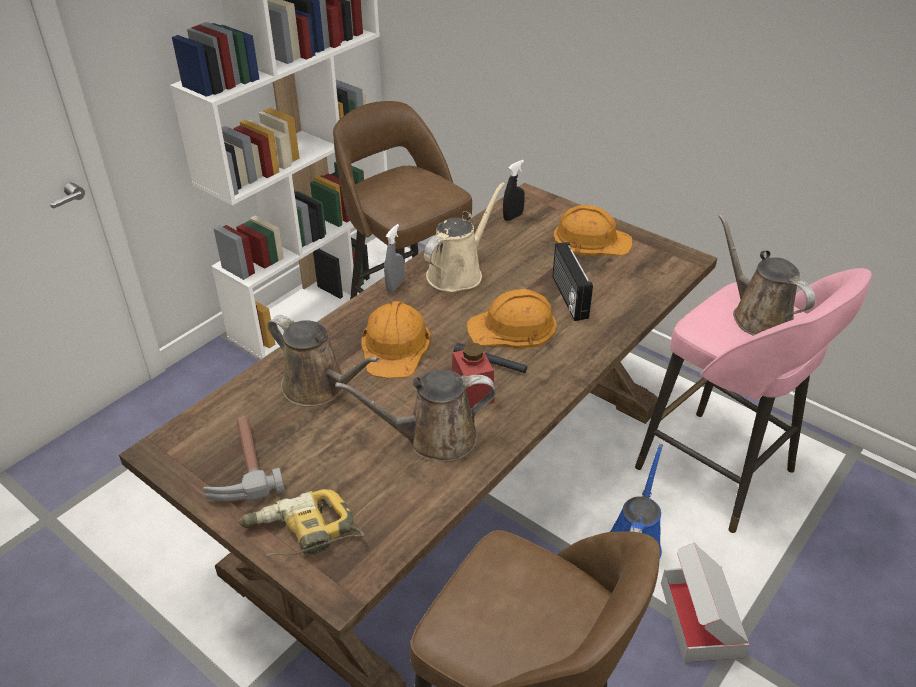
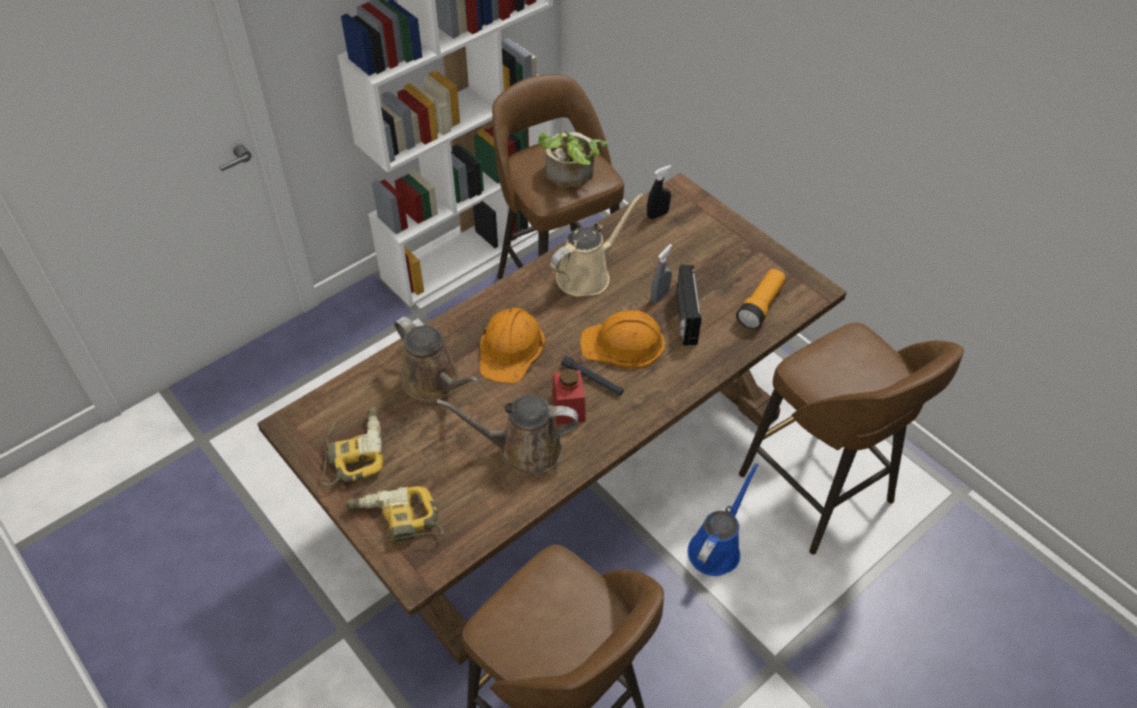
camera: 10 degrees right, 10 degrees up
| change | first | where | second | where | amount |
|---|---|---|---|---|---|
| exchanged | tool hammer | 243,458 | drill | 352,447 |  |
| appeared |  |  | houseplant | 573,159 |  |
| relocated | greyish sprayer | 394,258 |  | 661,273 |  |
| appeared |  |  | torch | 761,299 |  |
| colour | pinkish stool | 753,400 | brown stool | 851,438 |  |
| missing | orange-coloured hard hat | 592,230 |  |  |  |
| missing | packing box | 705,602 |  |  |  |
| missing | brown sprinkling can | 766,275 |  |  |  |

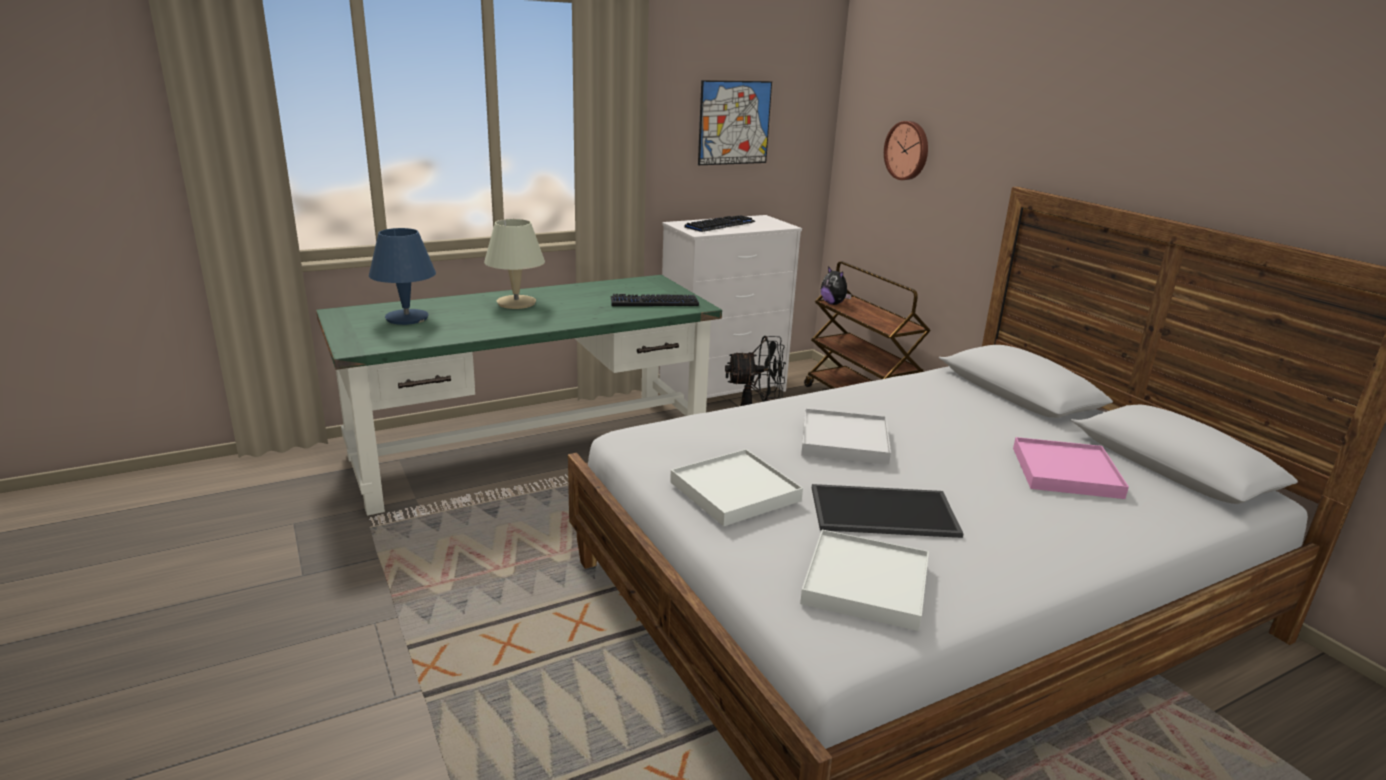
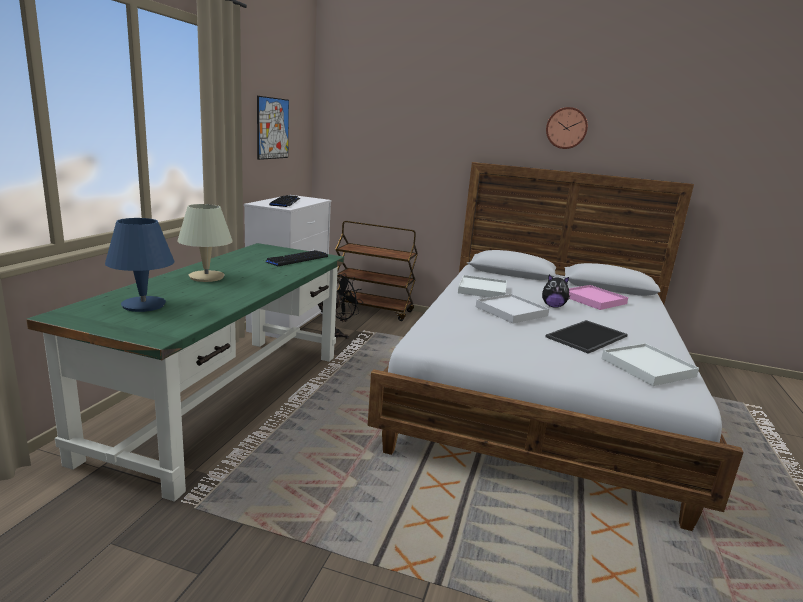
camera: 45 degrees left, 5 degrees down
| change | first | where | second | where | amount |
|---|---|---|---|---|---|
| relocated | white-coloured serving tray | 736,487 |  | 482,286 |  |
| relocated | plush toy | 836,285 |  | 556,291 |  |
| relocated | wall clock | 906,150 |  | 567,128 |  |

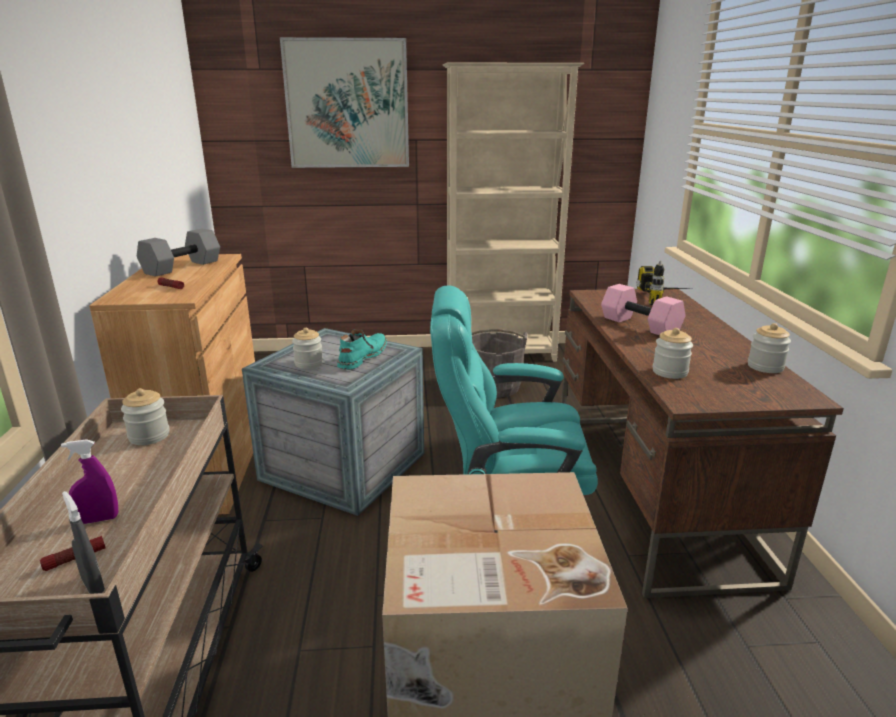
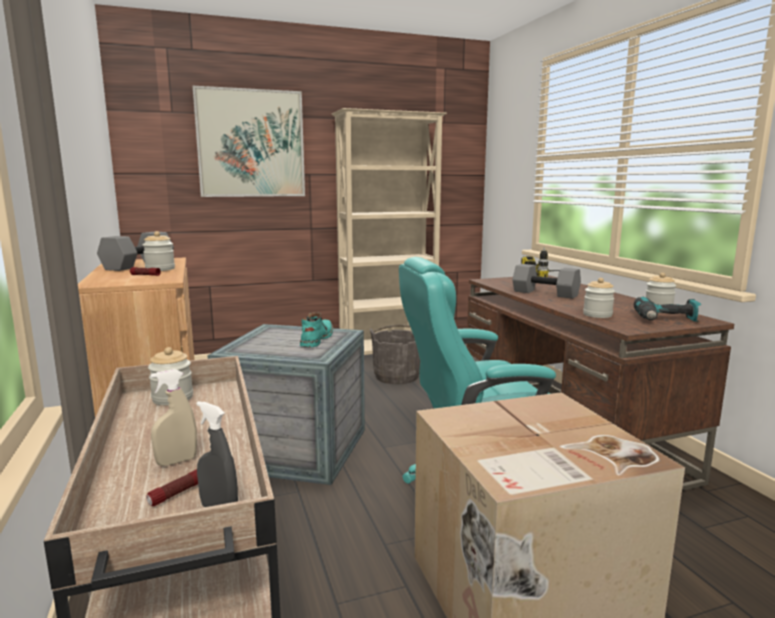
camera: 15 degrees left, 10 degrees down
| change | first | where | second | where | amount |
|---|---|---|---|---|---|
| relocated | jar | 307,348 |  | 159,251 |  |
| colour | purple sprayer | 89,481 | sand-coloured sprayer | 174,417 |  |
| colour | pinkish hand weight | 643,309 | greyish hand weight | 546,281 |  |
| appeared |  |  | drill | 667,309 |  |

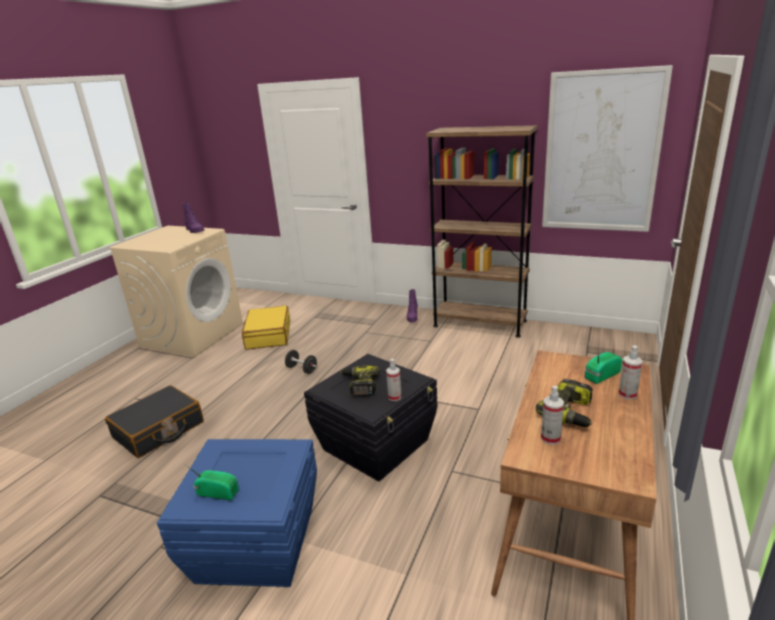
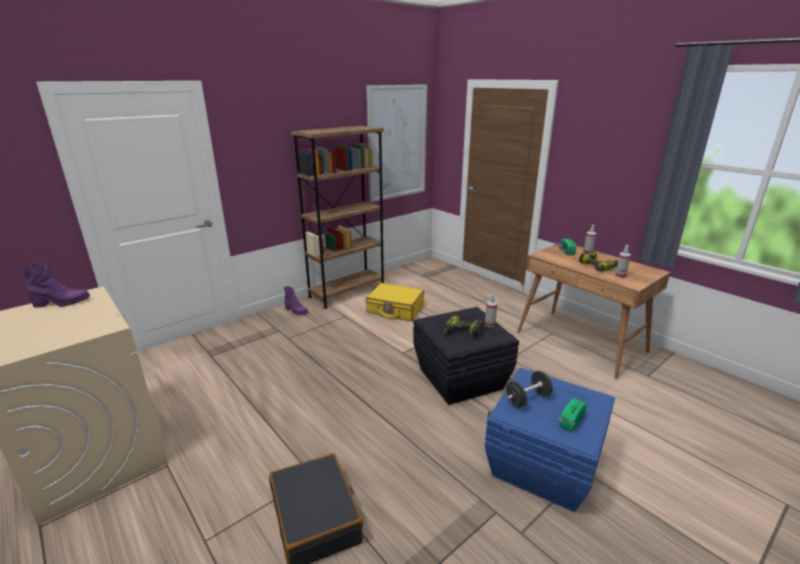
camera: 65 degrees left, 0 degrees up
| change | first | where | second | where | amount |
|---|---|---|---|---|---|
| relocated | yellow-coloured suitcase | 266,328 |  | 395,302 |  |
| relocated | black hand weight | 301,362 |  | 529,389 |  |

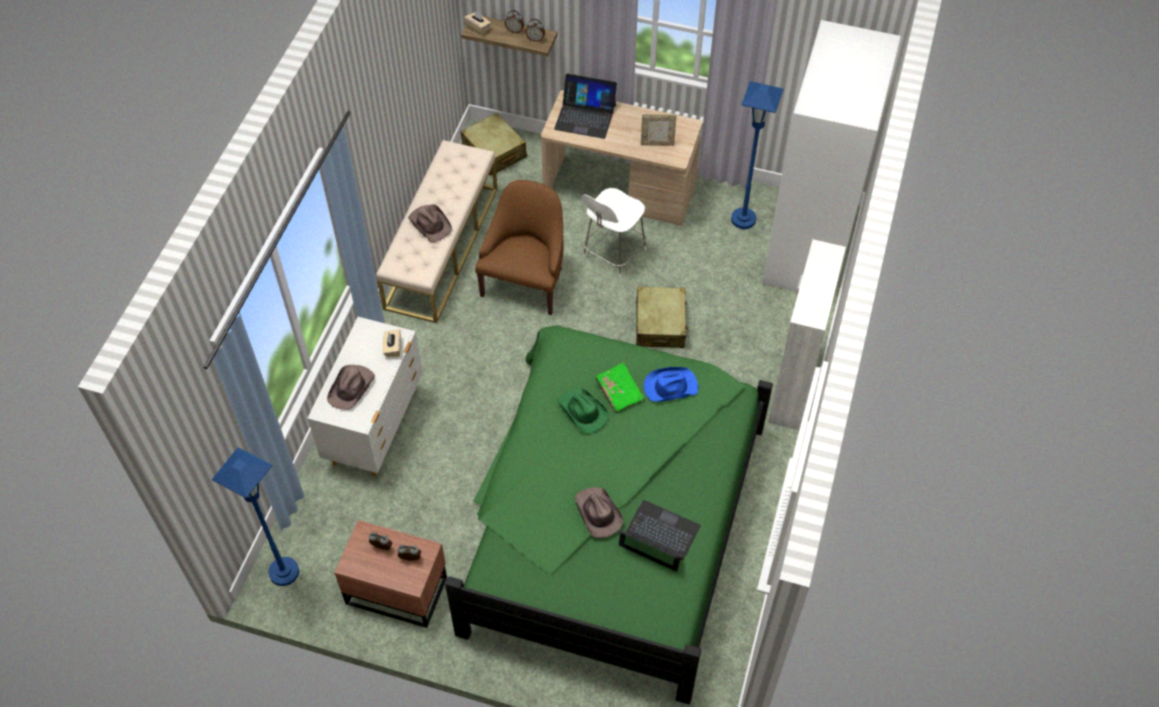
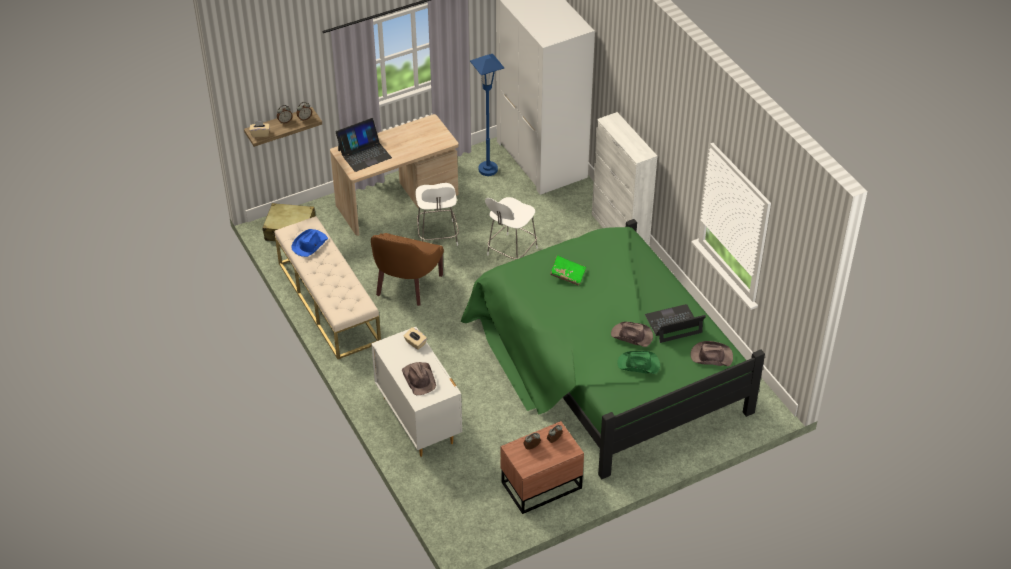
camera: 45 degrees left, 10 degrees down
| change | first | where | second | where | amount |
|---|---|---|---|---|---|
| relocated | blue-coloured wearable hat | 671,384 |  | 310,243 |  |
| spun | brown easy chair | 519,247 |  | 407,269 | 135 degrees counterclockwise |
| exchanged | sand-coloured suitcase | 662,317 | white-coloured stool | 511,228 |  |
| relocated | green wearable hat | 583,411 |  | 638,362 |  |
| relocated | brown wearable hat | 430,223 |  | 711,353 |  |
| missing | blue-coloured standard lamp | 255,516 |  |  |  |
| missing | photo frame | 659,130 |  |  |  |

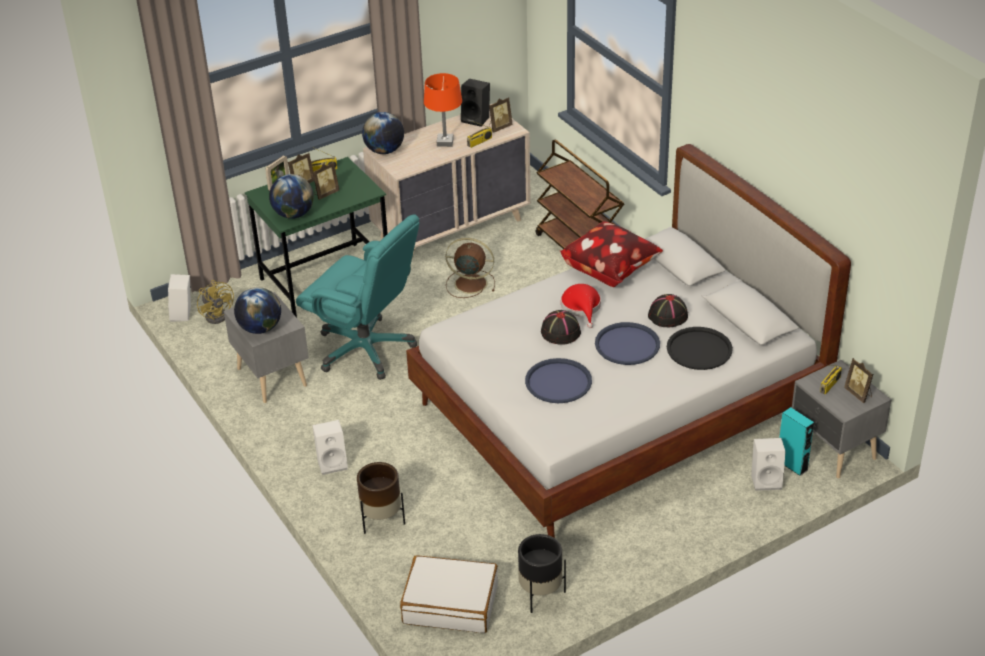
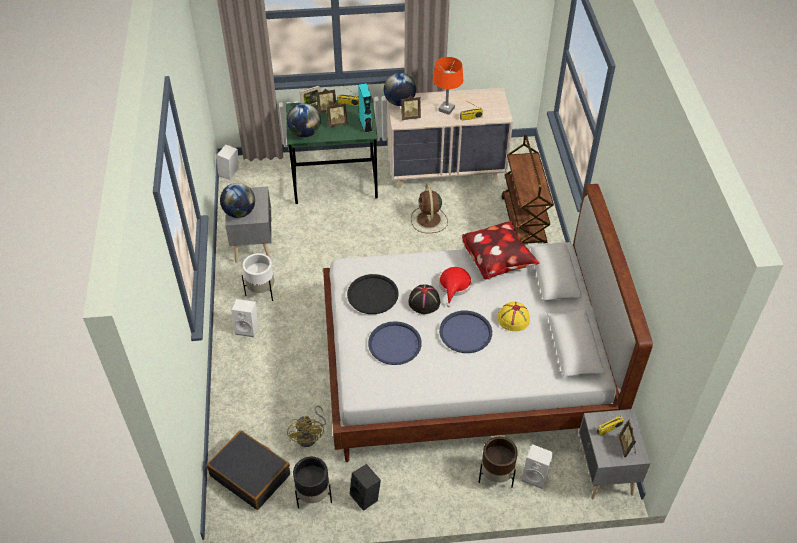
camera: 25 degrees right, 10 degrees up
| change | first | where | second | where | amount |
|---|---|---|---|---|---|
| colour | white-coloured suitcase | 449,594 | black suitcase | 248,470 |  |
| appeared |  |  | white-coloured plant pot | 258,277 |  |
| relocated | yellow-coloured cooling fan | 215,302 |  | 306,426 |  |
| relocated | black serving tray | 700,348 |  | 373,294 |  |
| relocated | black speaker | 475,103 |  | 365,487 |  |
| relocated | blue-green speaker | 796,441 |  | 365,108 |  |
| relocated | photo frame | 501,115 |  | 411,108 |  |
| spun | brown cooling fan | 470,268 |  | 429,208 | 135 degrees counterclockwise |
| relocated | brown plant pot | 381,498 |  | 498,462 |  |
| colour | black wearable hat | 668,310 | yellow-coloured wearable hat | 514,316 |  |
| missing | blue-green office chair | 357,297 |  |  |  |

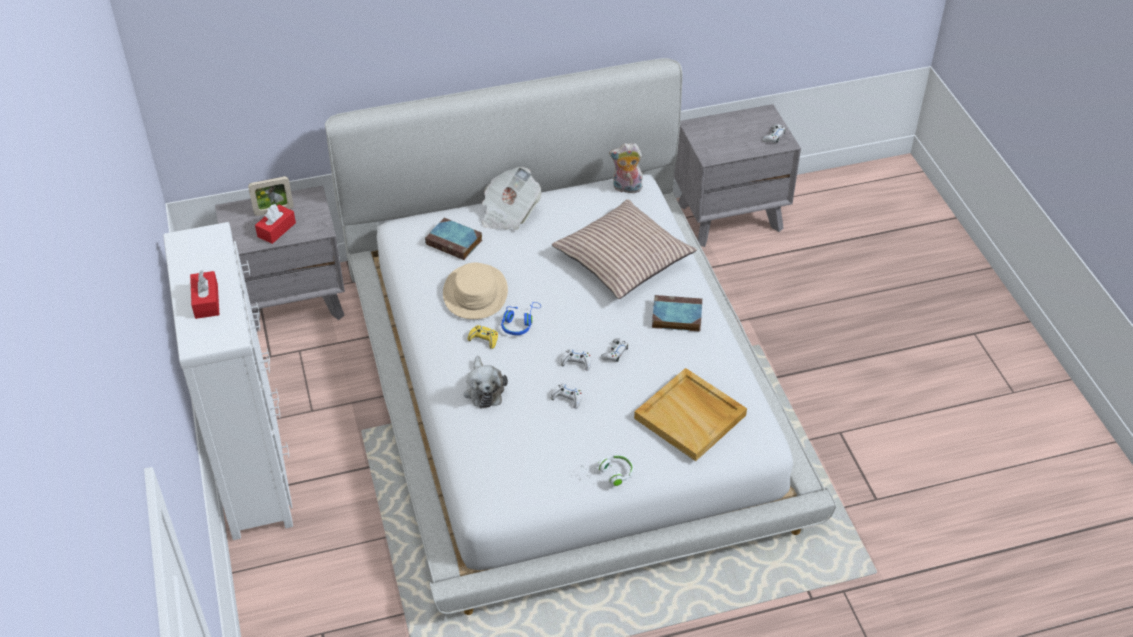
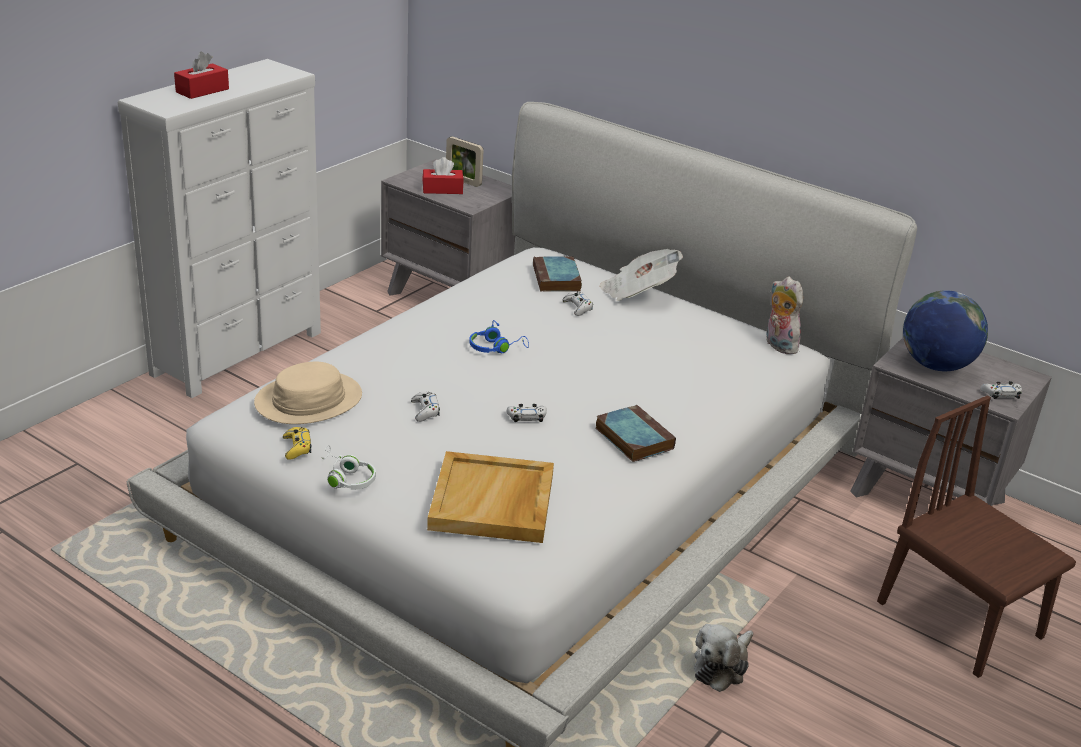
camera: 50 degrees right, 15 degrees down
| change | first | where | second | where | amount |
|---|---|---|---|---|---|
| relocated | sand-coloured wearable hat | 475,291 |  | 308,392 |  |
| relocated | yellow-coloured game controller | 483,337 |  | 297,443 |  |
| relocated | white-coloured game controller | 575,360 |  | 577,304 |  |
| relocated | plush toy | 486,382 |  | 723,658 |  |
| appeared |  |  | brown upright chair | 976,536 |  |
| appeared |  |  | globe | 945,330 |  |
| missing | throw pillow | 624,249 |  |  |  |

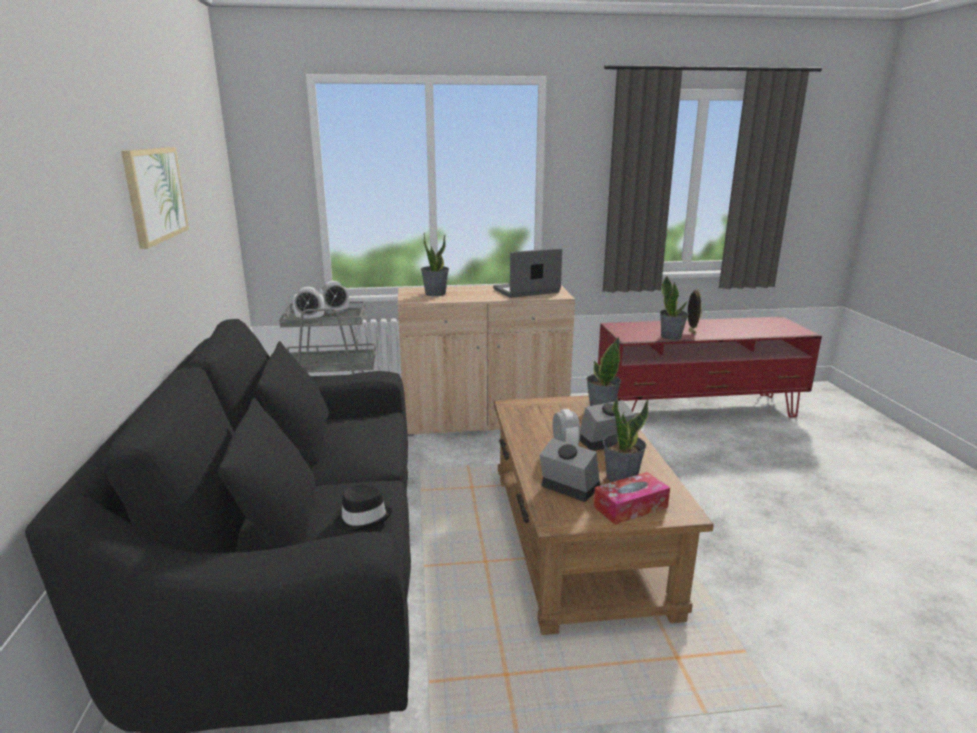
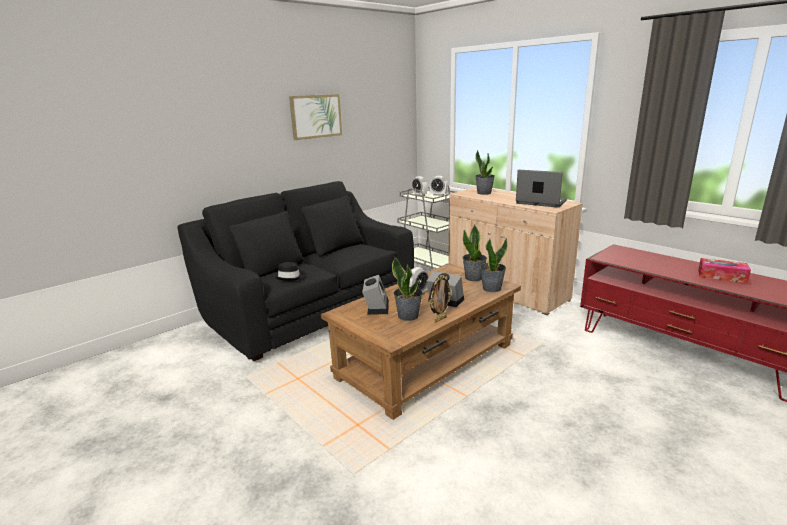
camera: 55 degrees right, 0 degrees up
| change | first | where | second | where | amount |
|---|---|---|---|---|---|
| relocated | photo frame | 695,312 |  | 440,299 |  |
| relocated | houseplant | 674,307 |  | 474,252 |  |
| relocated | box of tissues | 632,498 |  | 724,270 |  |

